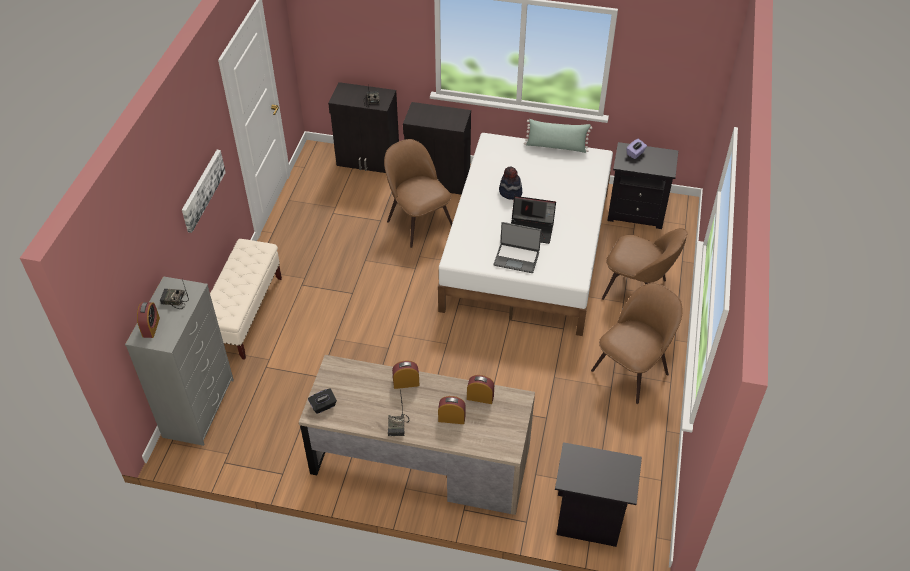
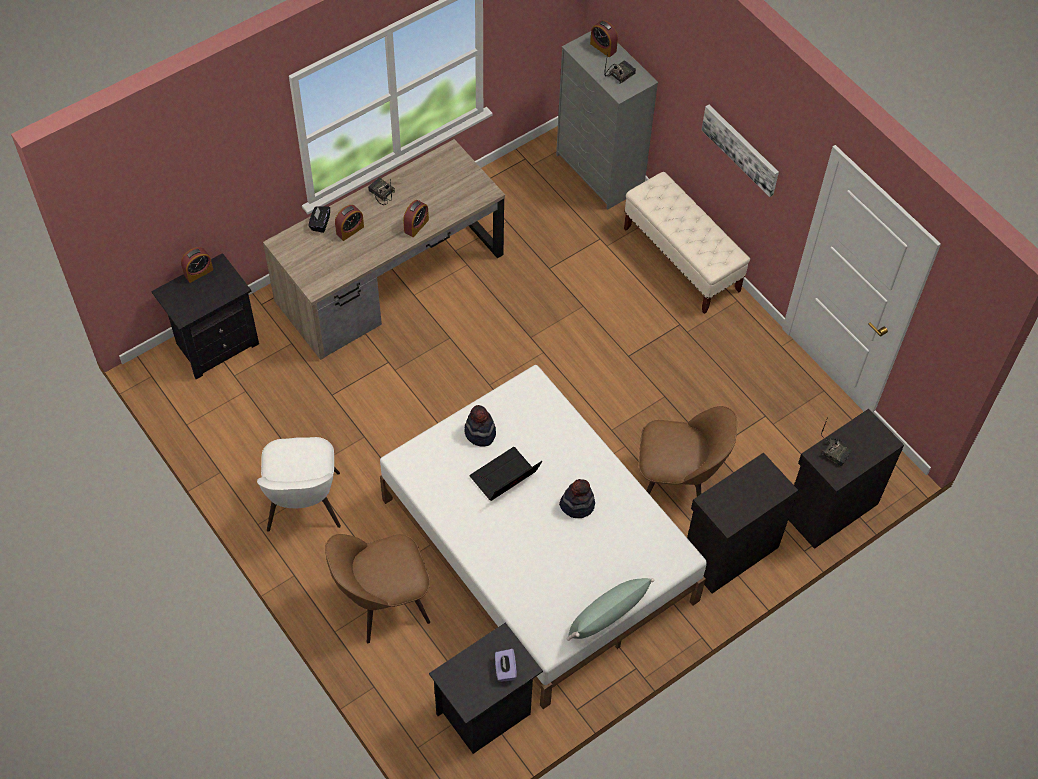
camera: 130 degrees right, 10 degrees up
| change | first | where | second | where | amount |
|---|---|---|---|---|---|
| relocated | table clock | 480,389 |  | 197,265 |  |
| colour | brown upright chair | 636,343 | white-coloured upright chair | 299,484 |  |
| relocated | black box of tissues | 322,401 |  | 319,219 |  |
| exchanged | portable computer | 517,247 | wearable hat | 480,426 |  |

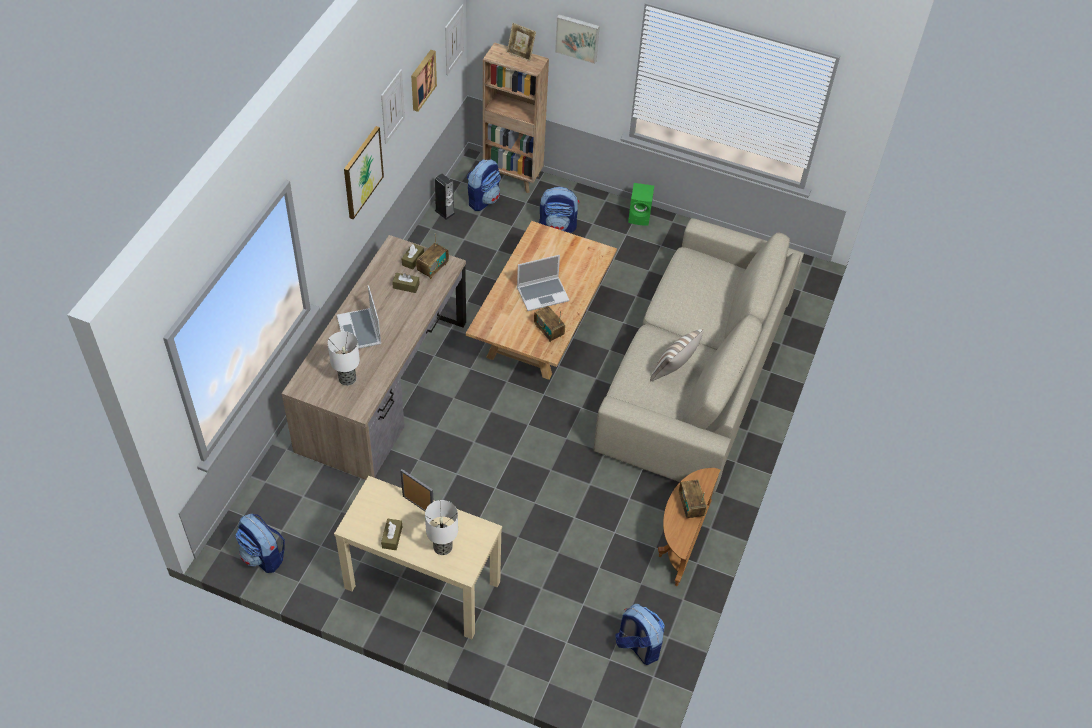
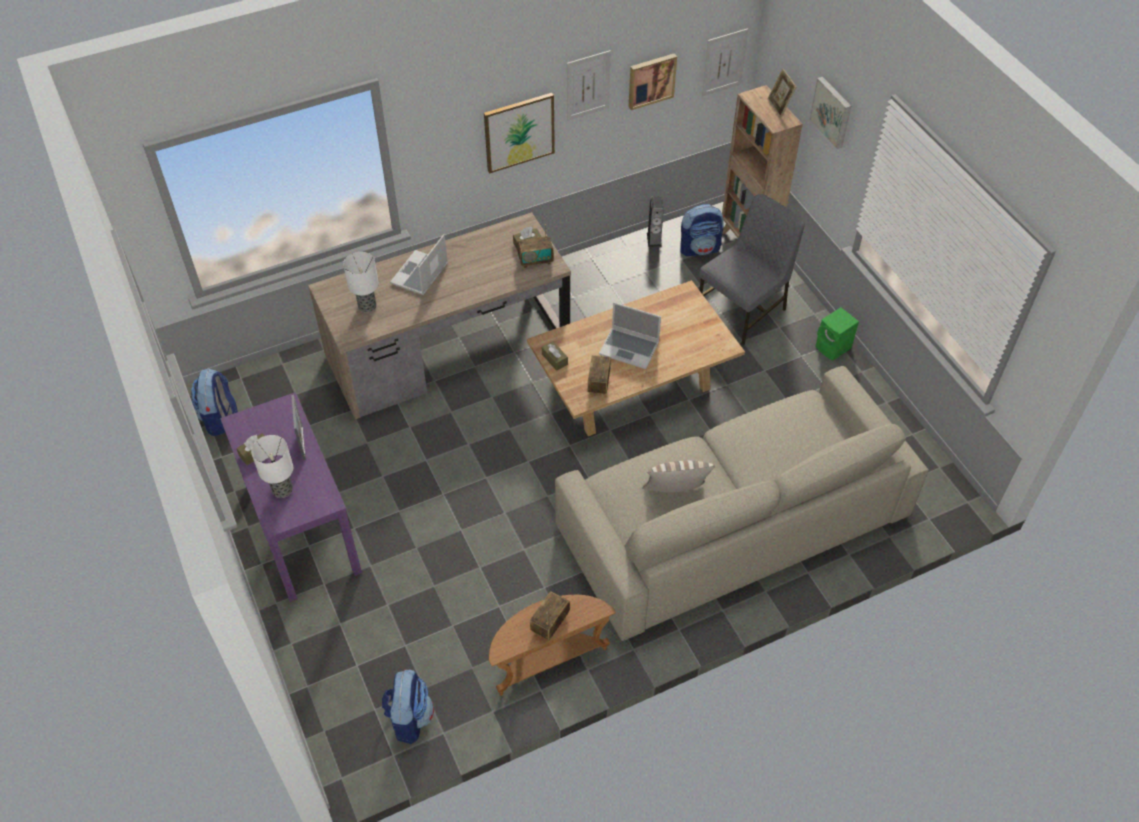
camera: 45 degrees right, 0 degrees up
| change | first | where | second | where | amount |
|---|---|---|---|---|---|
| colour | sand-coloured narrow table | 418,557 | purple narrow table | 291,496 |  |
| relocated | brown box of tissues | 406,283 |  | 555,356 |  |
| exchanged | backpack | 559,210 | greyish upright chair | 752,269 |  |

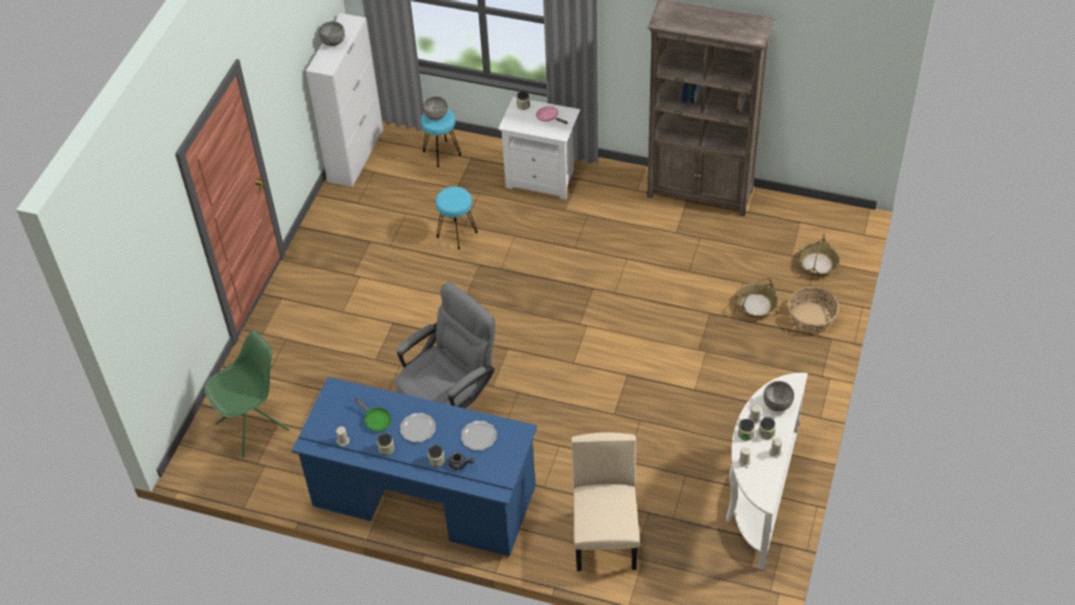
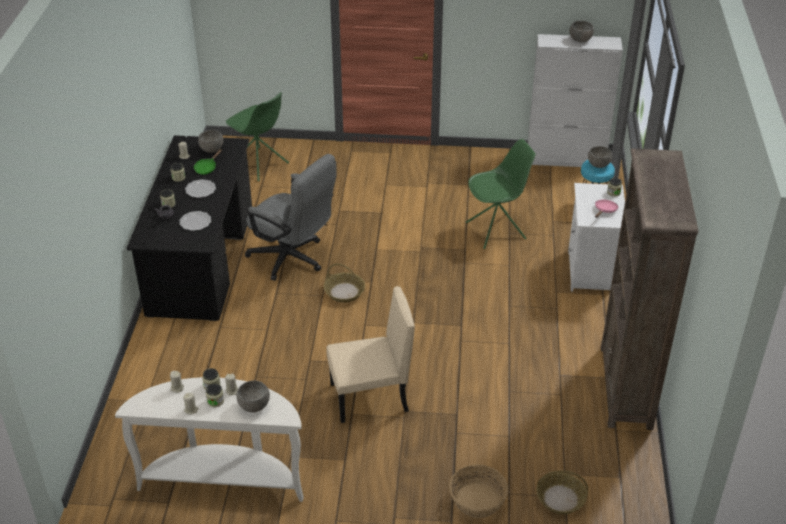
camera: 75 degrees right, 10 degrees down
| change | first | where | second | where | amount |
|---|---|---|---|---|---|
| colour | blue-coloured desk | 414,466 | black desk | 189,228 |  |
| appeared |  |  | greyish serving bowl | 211,141 |  |
| relocated | household basket | 757,297 |  | 344,283 |  |
| relocated | sand-coloured upright chair | 605,501 |  | 370,354 |  |
| exchanged | blue-green stool | 457,217 | green upright chair | 501,194 |  |

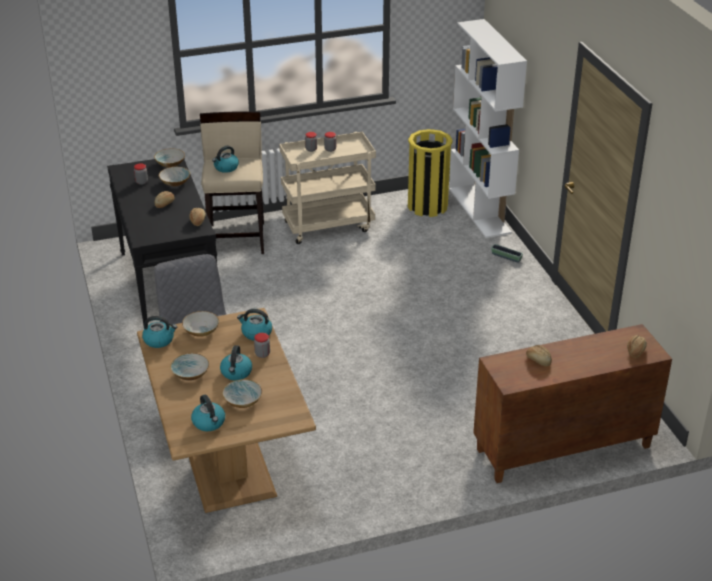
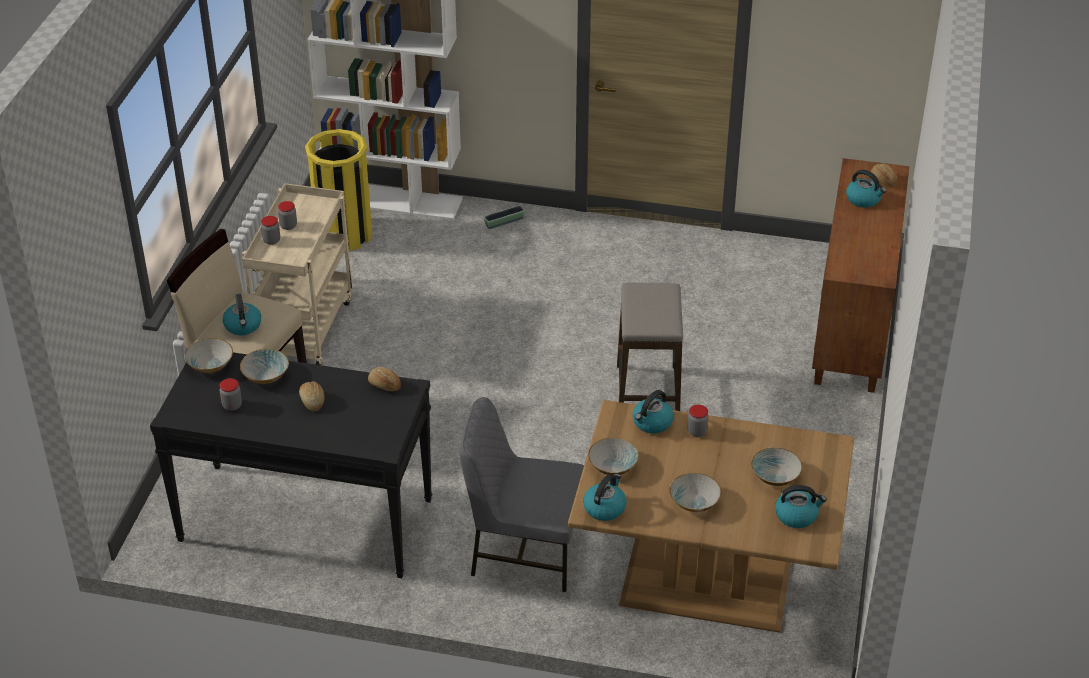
camera: 60 degrees left, 5 degrees up
| change | first | where | second | where | amount |
|---|---|---|---|---|---|
| appeared |  |  | stool | 650,347 |  |
| relocated | kettle | 236,362 |  | 866,189 |  |
| missing | baked bread | 539,355 |  |  |  |

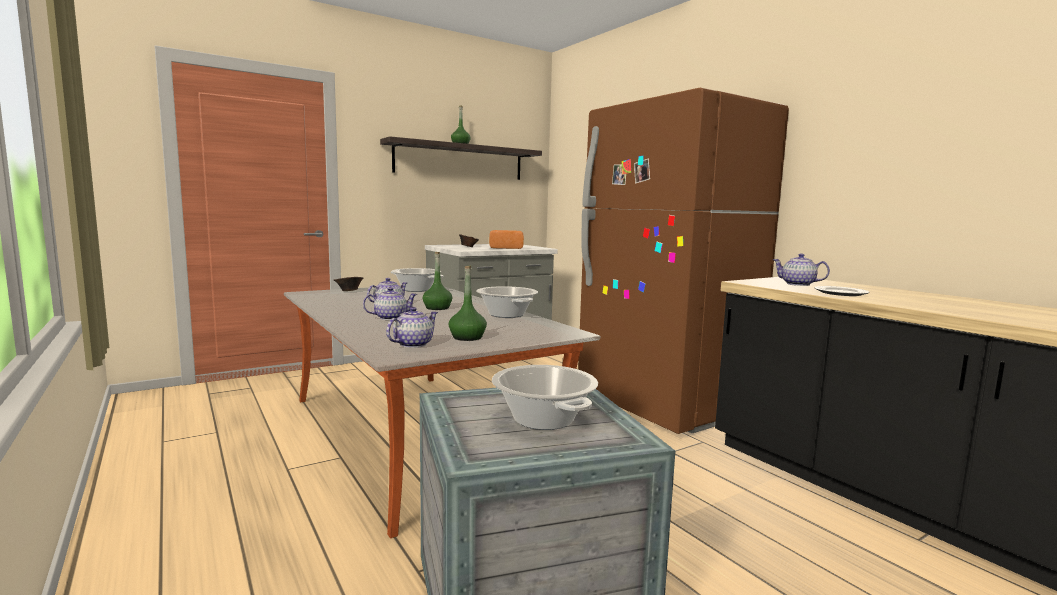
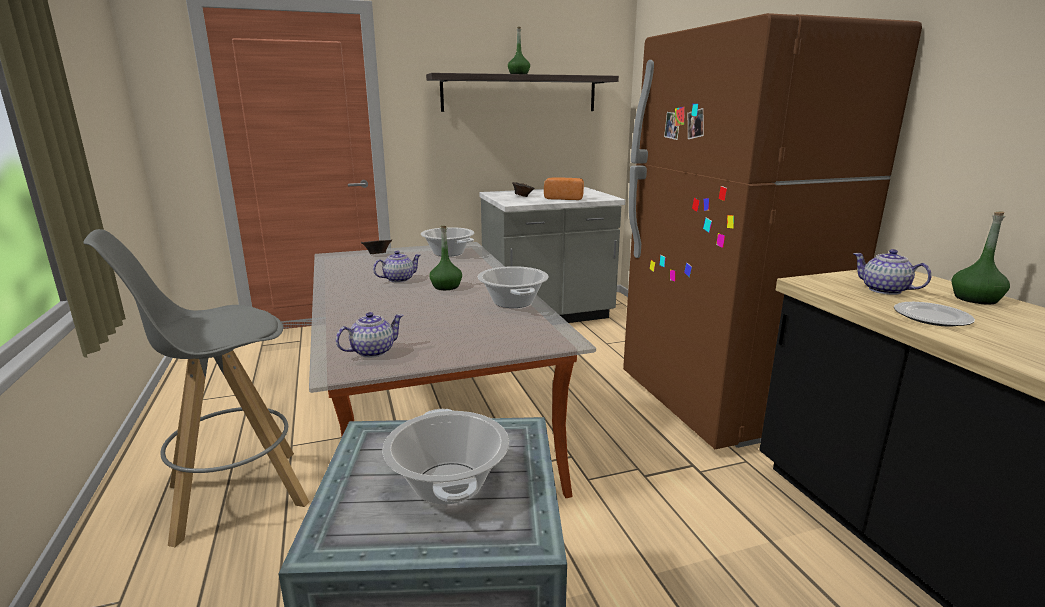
camera: 15 degrees right, 10 degrees up
| change | first | where | second | where | amount |
|---|---|---|---|---|---|
| appeared |  |  | greyish stool | 196,388 |  |
| relocated | green drink bottle | 468,303 |  | 981,258 |  |
| missing | teapot | 390,303 |  |  |  |

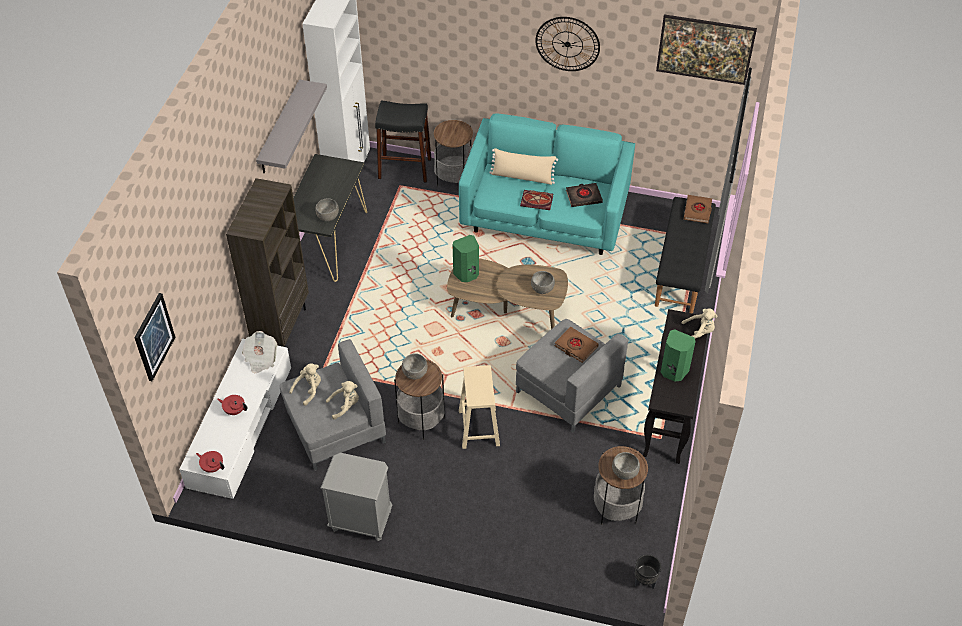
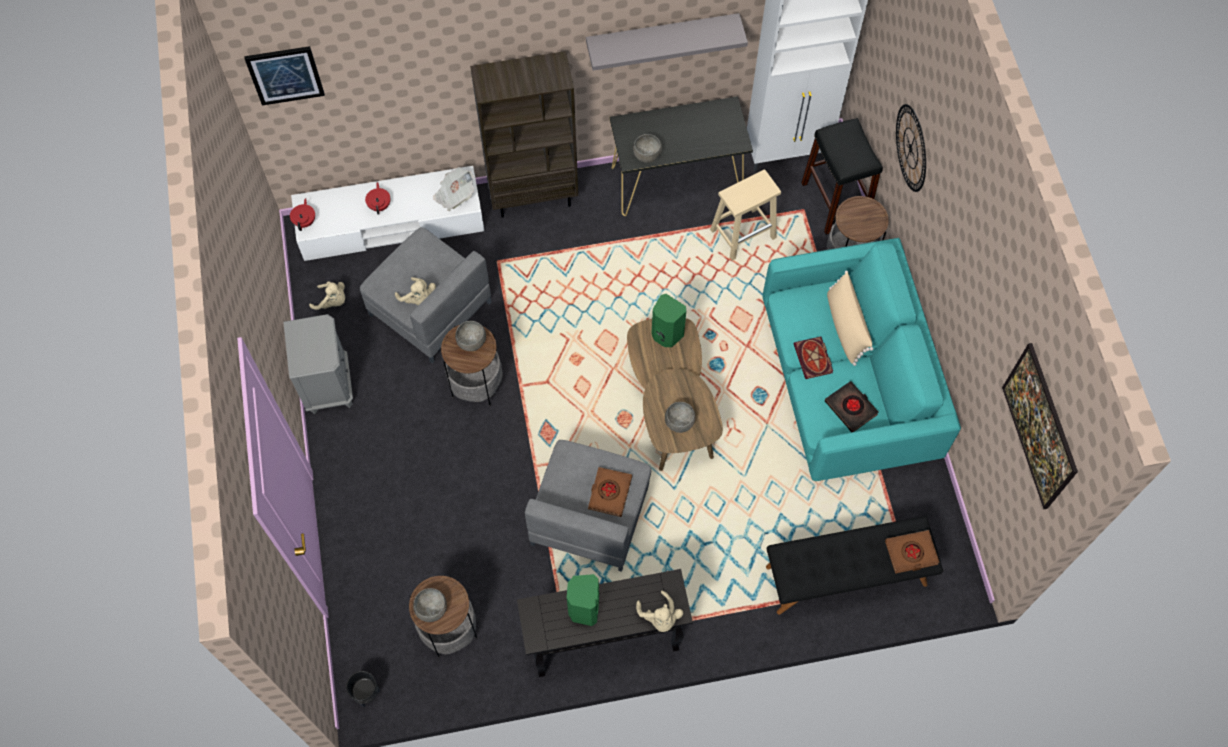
camera: 65 degrees right, 15 degrees up
| change | first | where | second | where | amount |
|---|---|---|---|---|---|
| relocated | sand-coloured plush toy | 305,384 |  | 327,295 |  |
| relocated | sand-coloured stool | 479,407 |  | 745,215 |  |
| relocated | wall clock | 567,44 |  | 911,148 |  |

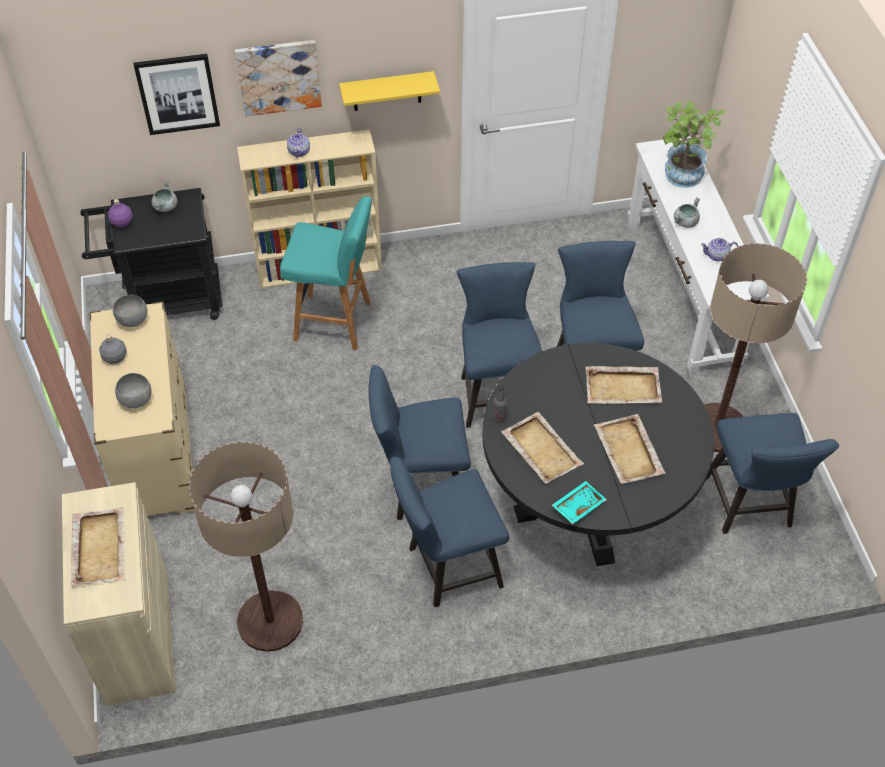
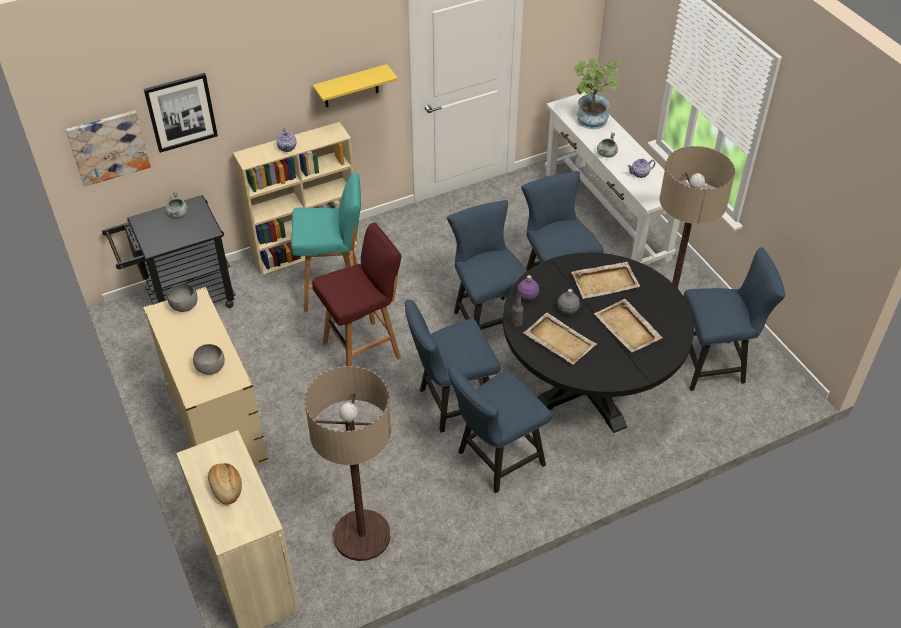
camera: 15 degrees left, 5 degrees down
| change | first | where | second | where | amount |
|---|---|---|---|---|---|
| relocated | picture | 278,78 |  | 108,148 |  |
| exchanged | sand-coloured serving tray | 98,547 | baked bread | 225,484 |  |
| appeared |  |  | red stool | 357,294 |  |
| relocated | purple drink bottle | 120,213 |  | 528,288 |  |
| relocated | greyish drink bottle | 113,349 |  | 569,302 |  |
| spun | blue-coloured upright chair | 772,473 |  | 734,319 | 75 degrees counterclockwise |
| missing | blue-green serving tray | 579,502 |  |  |  |

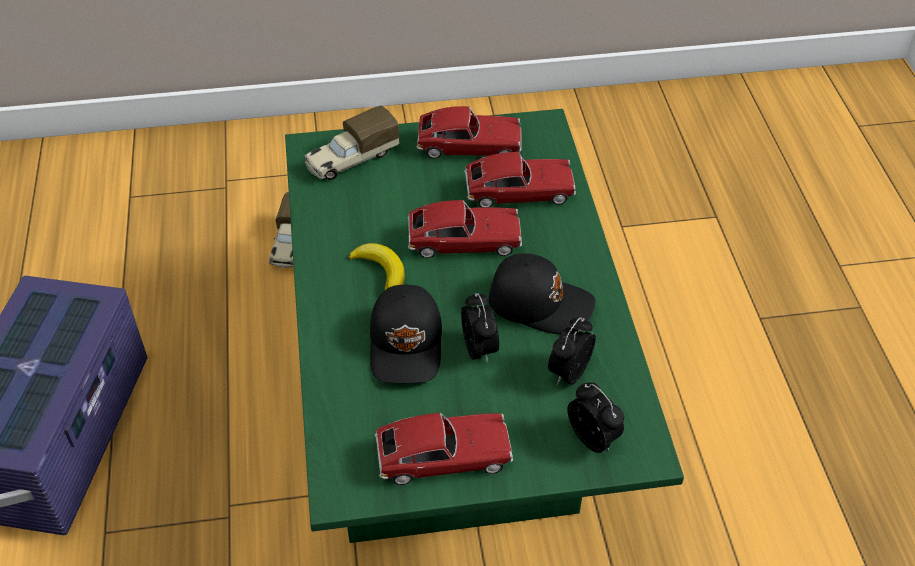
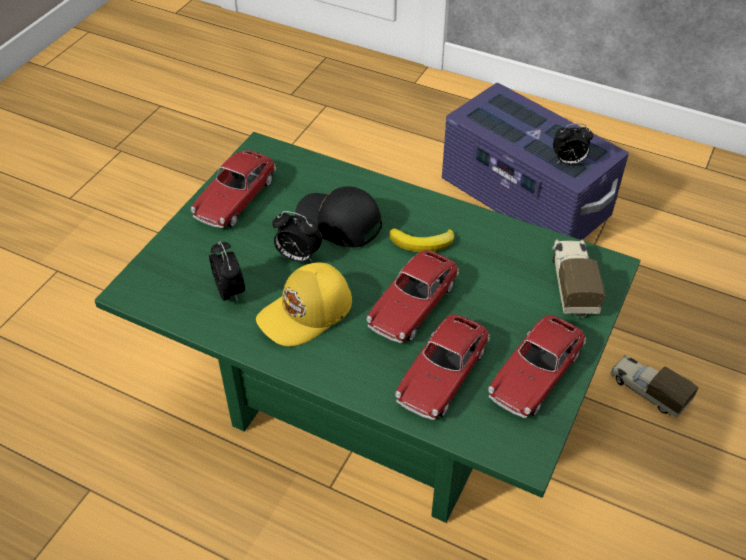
camera: 125 degrees right, 0 degrees up
| change | first | where | second | where | amount |
|---|---|---|---|---|---|
| colour | black peaked cap | 542,293 | yellow-coloured peaked cap | 304,304 |  |
| relocated | table clock | 595,417 |  | 573,144 |  |

